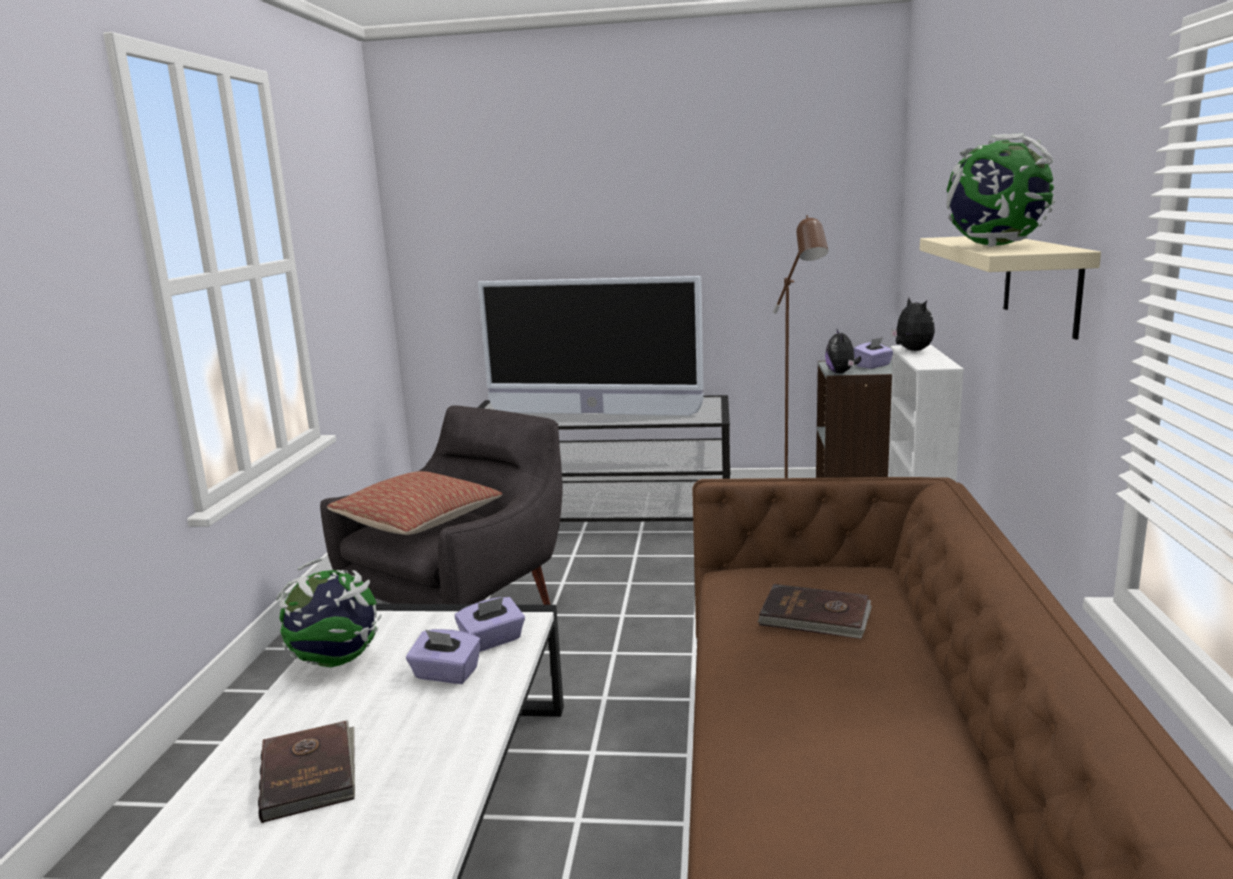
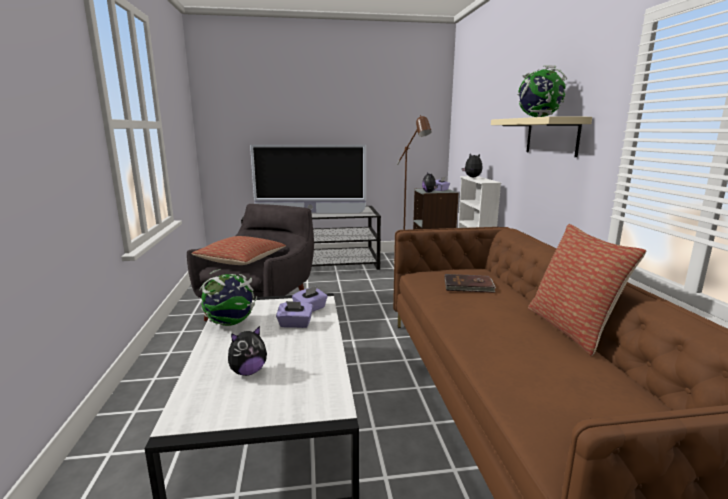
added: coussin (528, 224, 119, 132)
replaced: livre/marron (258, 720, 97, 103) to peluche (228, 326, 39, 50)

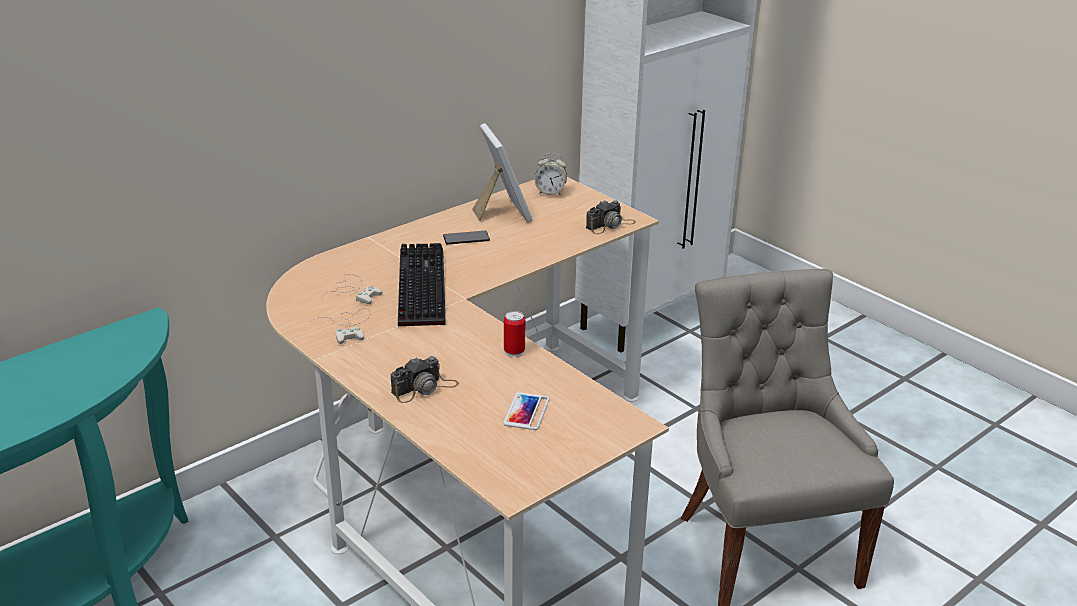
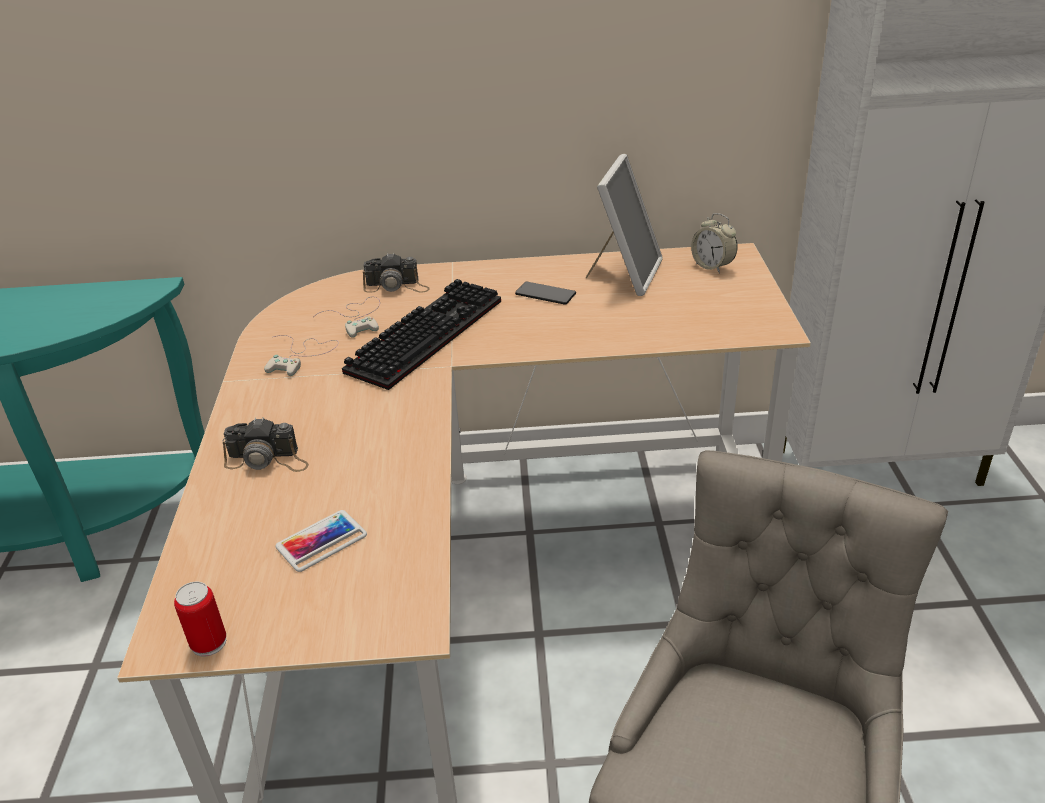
moved: boîte métallique (504, 311, 21, 46) to (174, 581, 52, 76); appareil photo (586, 200, 50, 34) to (363, 253, 67, 40)

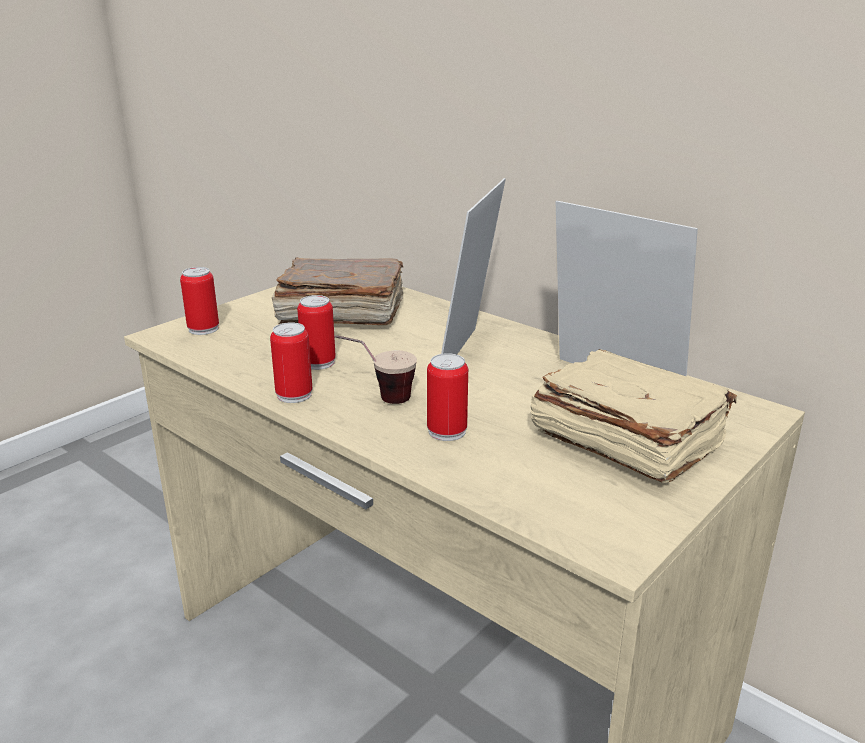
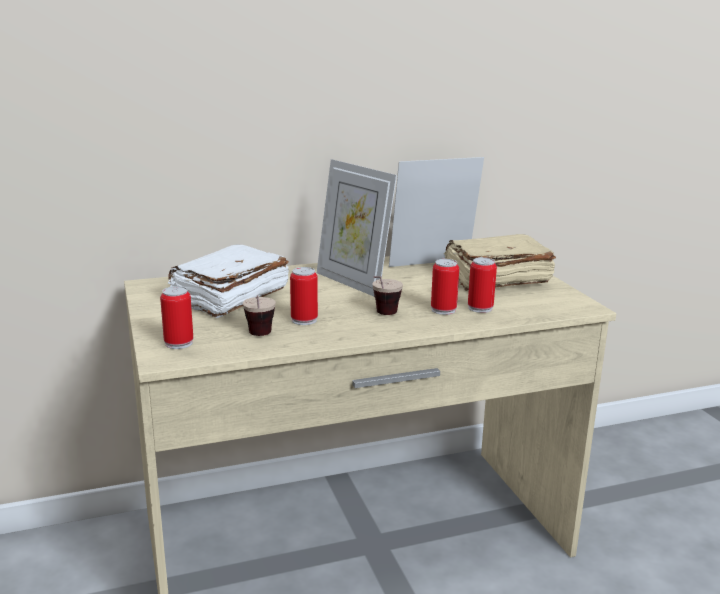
added: tasse (243, 295, 33, 41)
moved: boîte métallique (270, 322, 43, 81) to (468, 257, 29, 56)
recoloured: livre/marron (272, 258, 131, 67) to livre/blanc (167, 245, 122, 73)

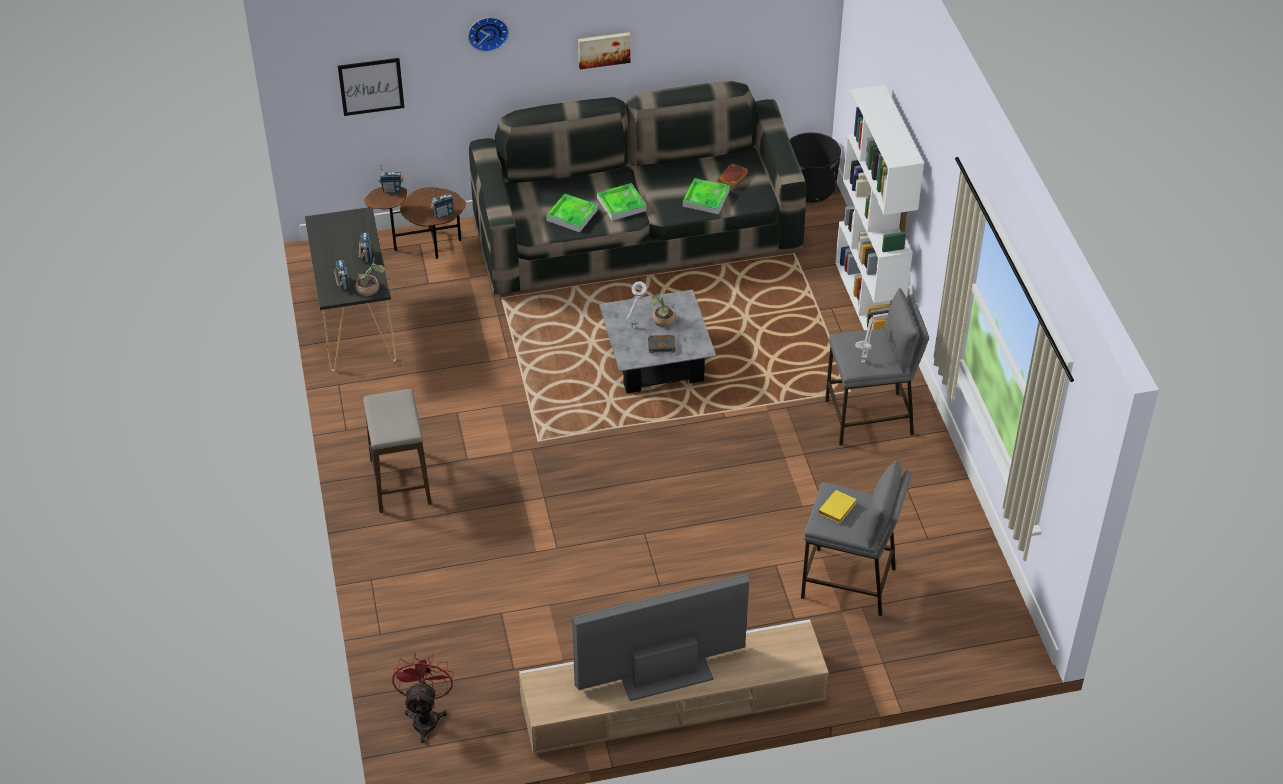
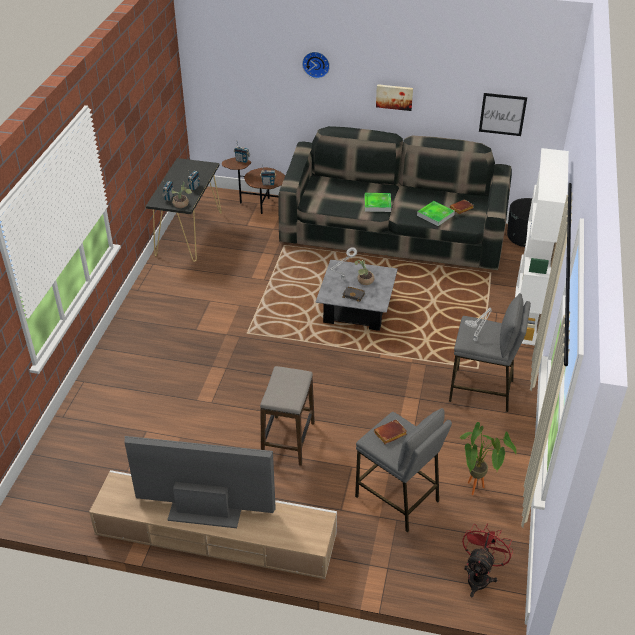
removed: plateau (546, 194, 52, 38)
added: plante en pot (460, 422, 57, 73)
moved: tabouret (363, 389, 69, 124) to (260, 366, 55, 100); ventilateur/rouge (392, 653, 62, 90) to (462, 524, 51, 73); tableau (338, 58, 66, 58) to (479, 93, 48, 43)
recoloured: livre/jaune (818, 490, 39, 33) to livre/marron (374, 420, 33, 24)

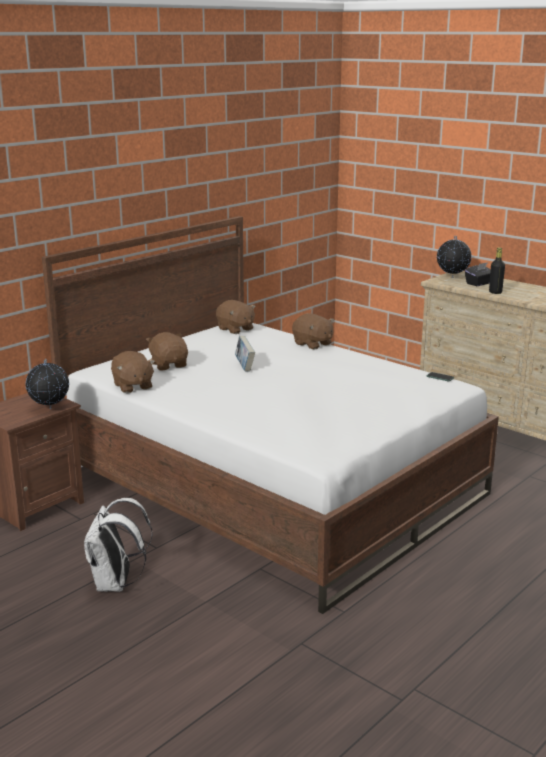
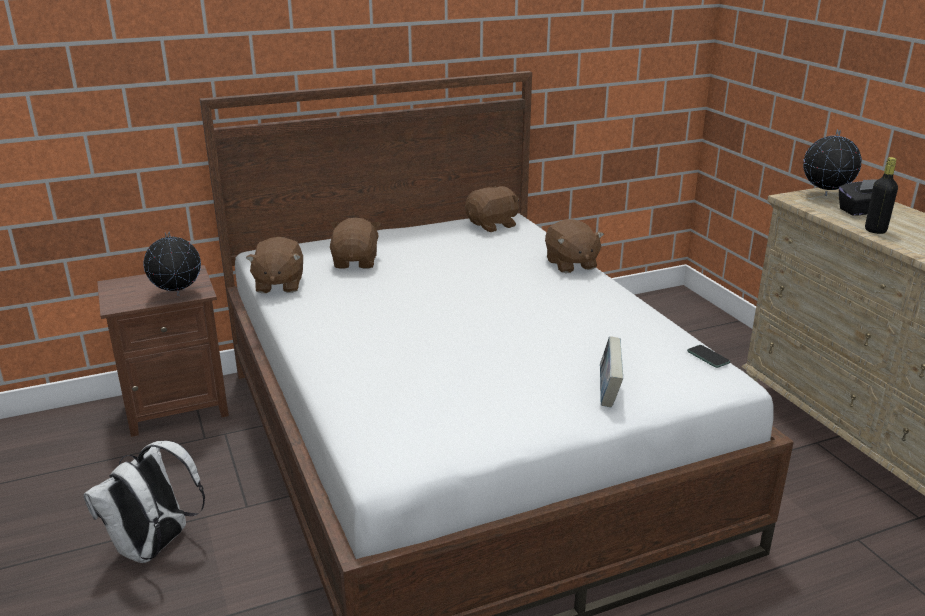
moved: livre (235, 336, 20, 36) to (600, 336, 23, 71)
turned: peluche/marron (216, 300, 39, 34) = (465, 185, 54, 47) 105 degrees counterclockwise

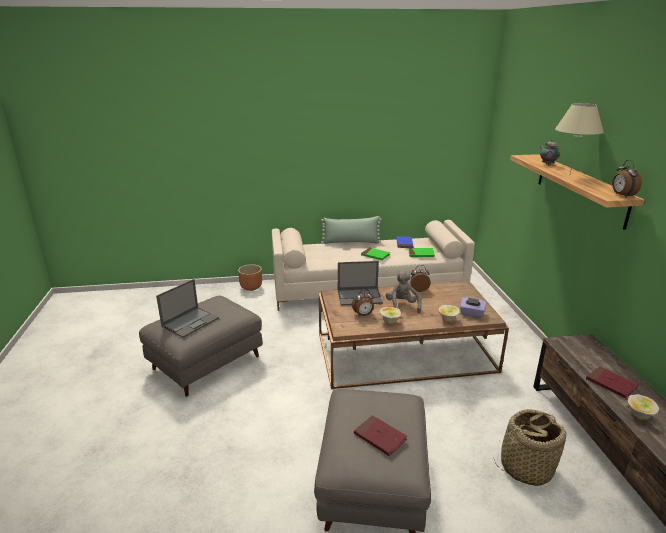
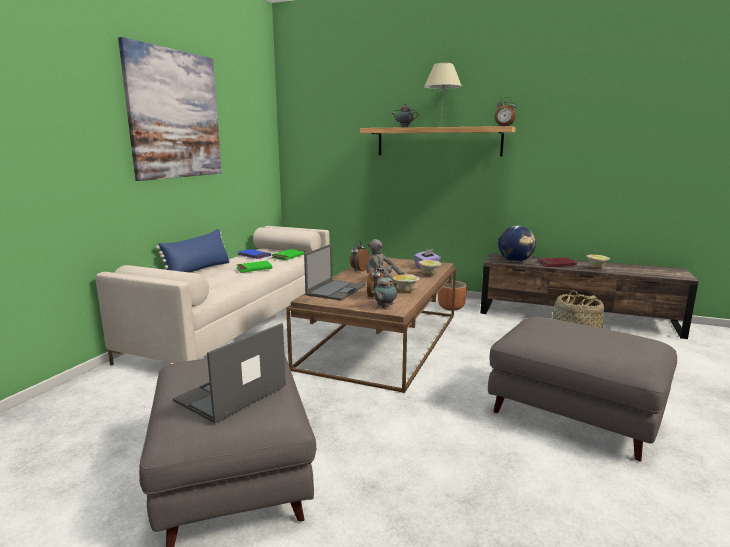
removed: livre/rouge (354, 415, 53, 41)
added: tableau (118, 37, 104, 144); théière (372, 275, 25, 33); globe (498, 226, 38, 36)
moved: cache-pot/marron (238, 264, 24, 27) to (438, 280, 29, 30)
recoloured: coussin/vert (321, 216, 61, 28) to coussin/bleu (156, 229, 74, 44)
turned: ordinateur portable (156, 279, 63, 59) = (173, 323, 113, 100) 120 degrees counterclockwise

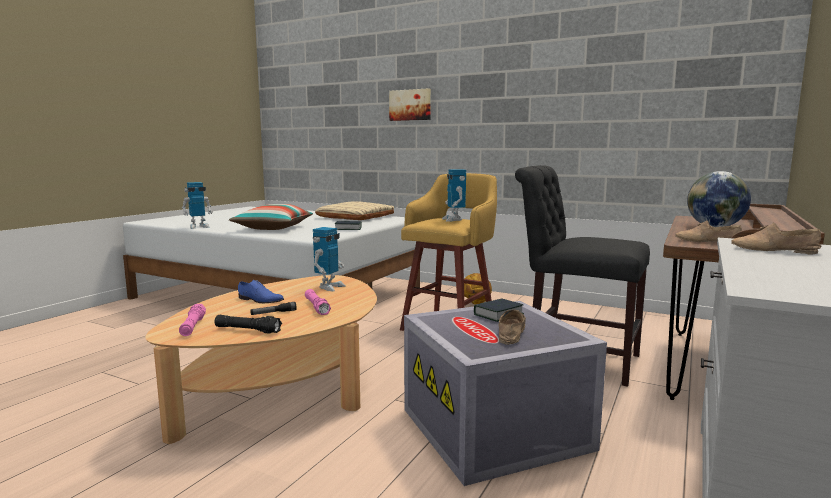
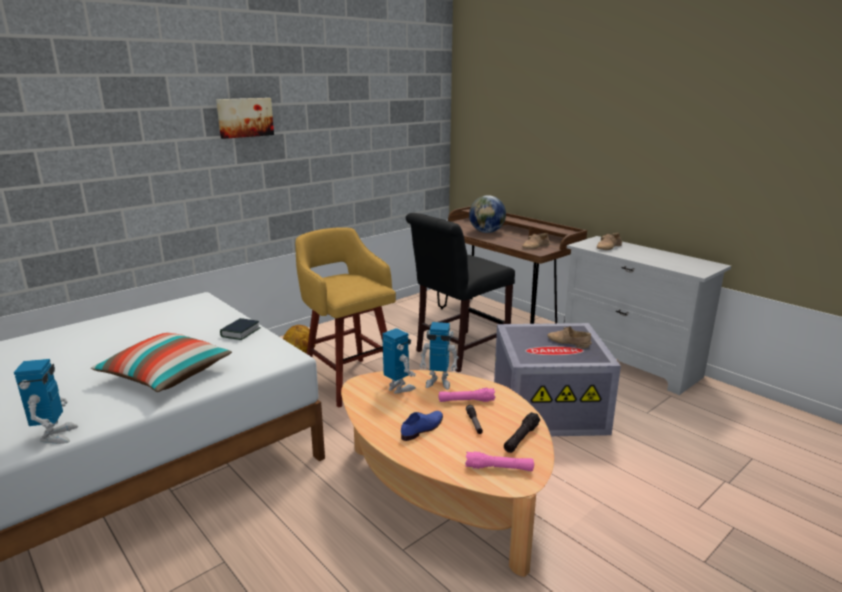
removed: coussin/beige (315, 201, 79, 19); livre (474, 298, 50, 24)
moved: tableau (389, 88, 42, 33) to (216, 98, 58, 41); robot jouet (442, 169, 24, 53) to (420, 322, 39, 68)

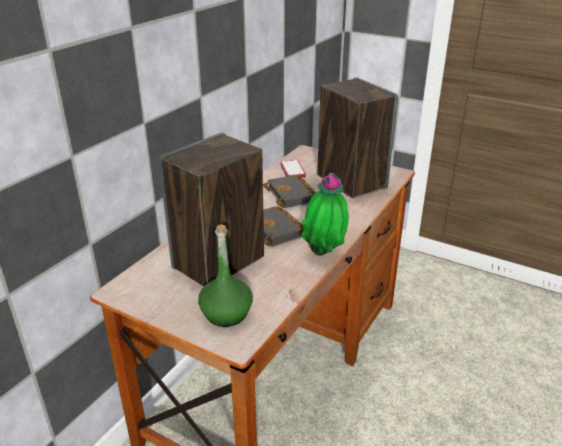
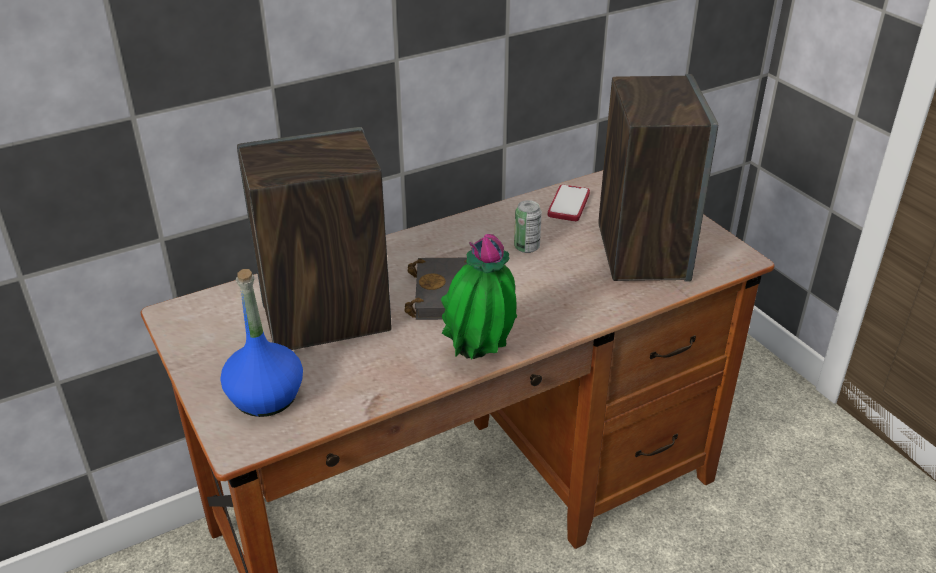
replaced: livre/noir (263, 175, 53, 33) to boîte métallique (514, 200, 28, 53)
recoloured: bouteille/vert (198, 224, 55, 103) to bouteille/bleu (220, 269, 83, 148)

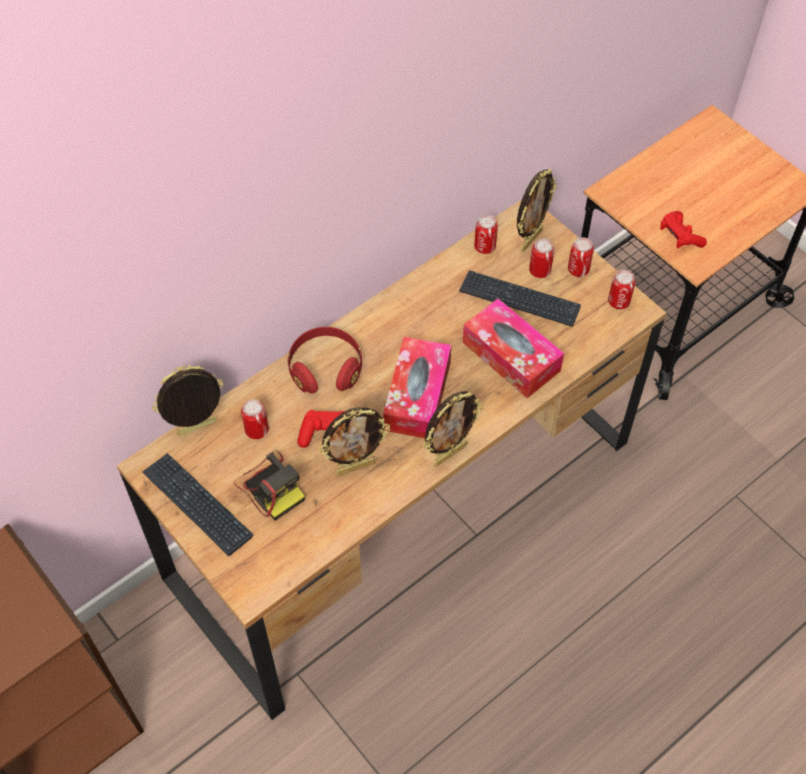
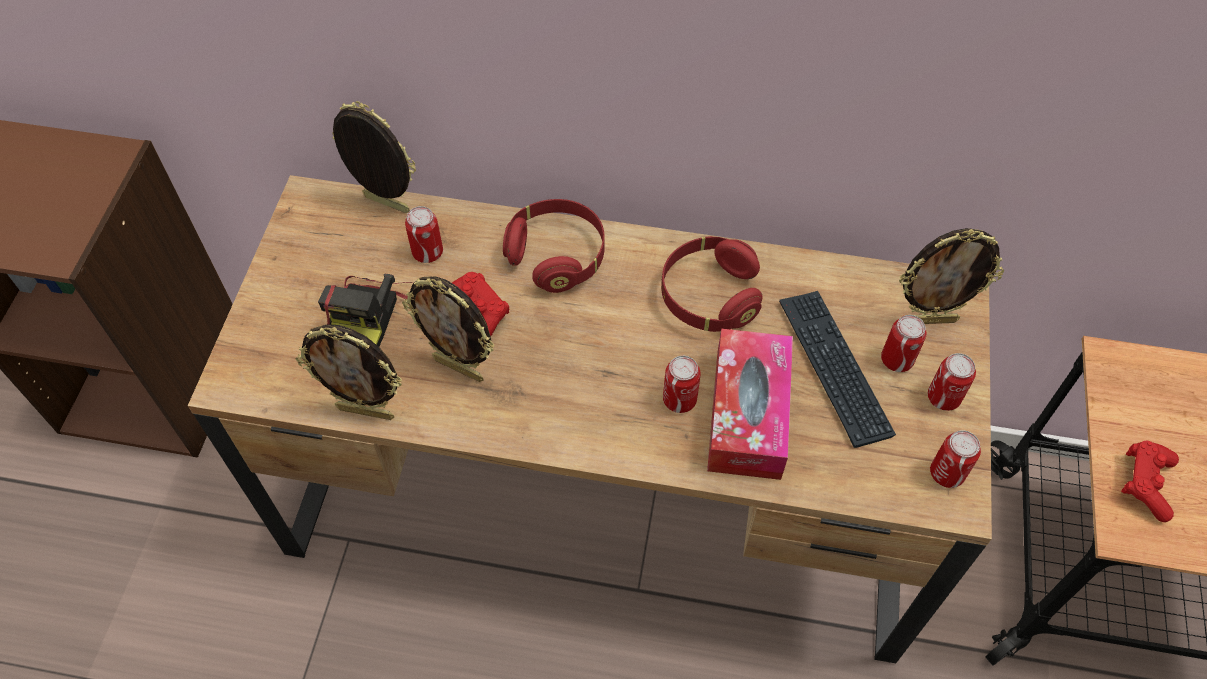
removed: clavier (142, 453, 112, 103); boîte à mouchoirs (383, 337, 68, 101)
added: casque audio/rouge (661, 236, 101, 96)
moved: cadre photo (423, 391, 60, 76) to (296, 324, 106, 96); boîte métallique (474, 215, 24, 39) to (663, 356, 37, 57)

